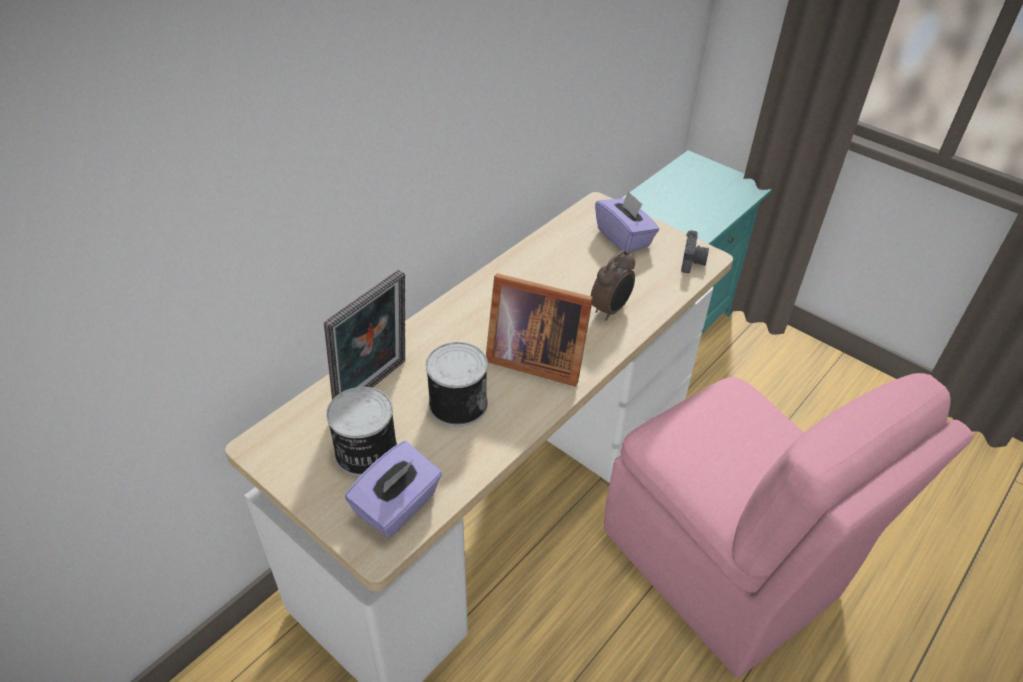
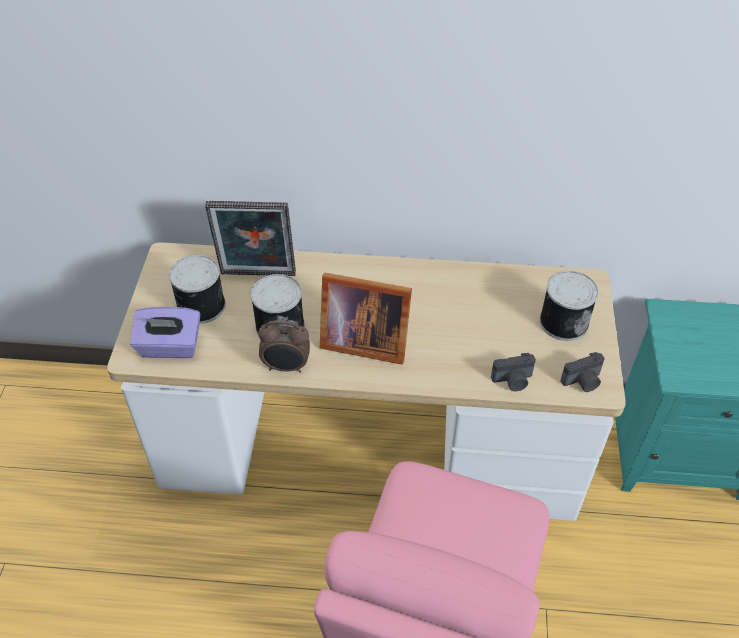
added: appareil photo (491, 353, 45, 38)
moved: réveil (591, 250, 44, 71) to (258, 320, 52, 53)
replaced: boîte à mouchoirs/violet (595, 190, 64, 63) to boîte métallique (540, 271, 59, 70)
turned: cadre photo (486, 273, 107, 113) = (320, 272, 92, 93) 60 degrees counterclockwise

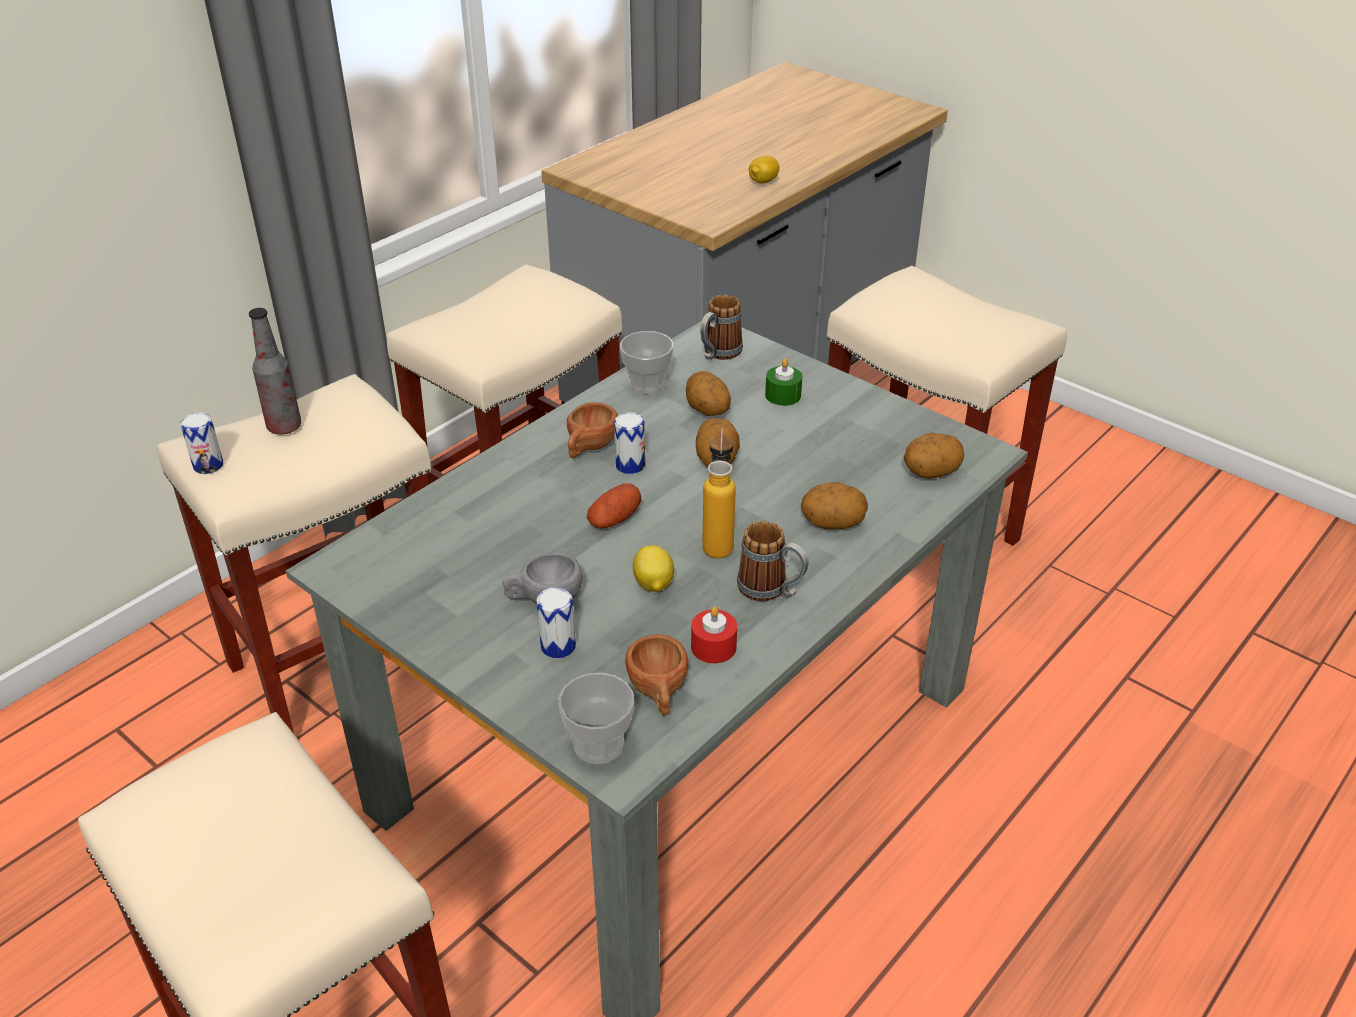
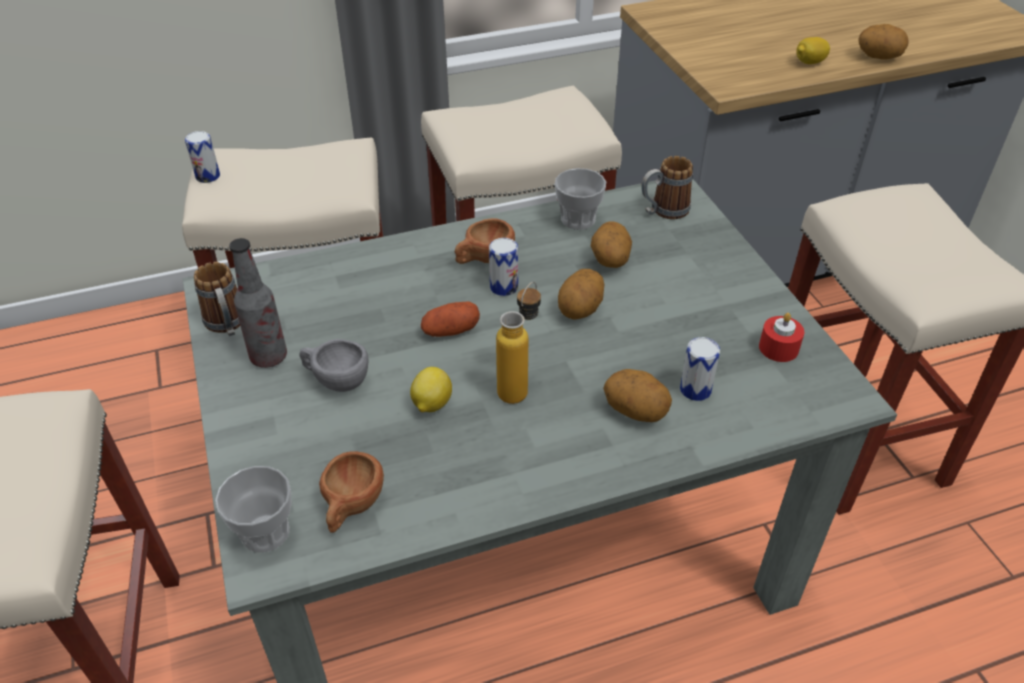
removed: bougie/vert (765, 359, 37, 47)
moved: mug (737, 521, 71, 80) to (194, 262, 46, 74); bouteille (249, 308, 52, 127) to (229, 238, 58, 130); boîte métallique (536, 587, 40, 71) to (680, 337, 40, 64); bougie/rouge (691, 606, 46, 57) to (759, 313, 45, 49); pomme de terre (904, 433, 60, 46) to (858, 24, 51, 36)

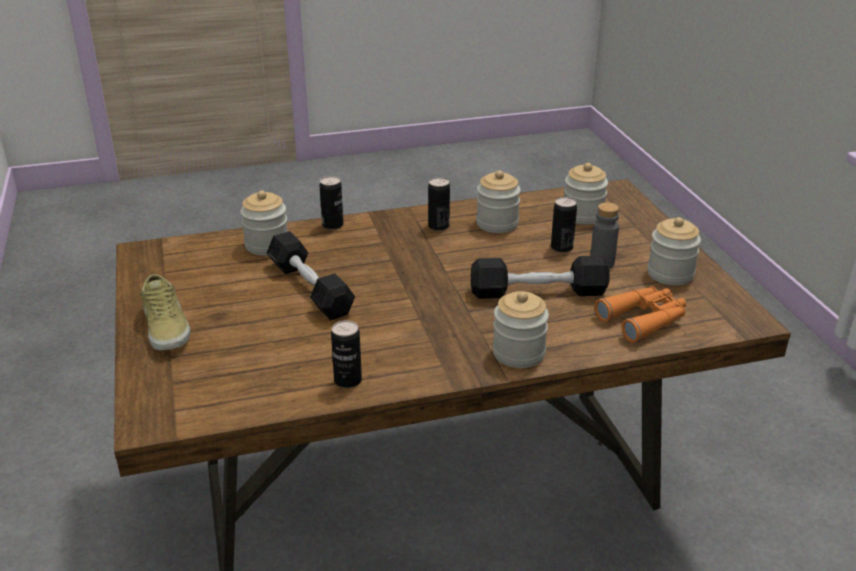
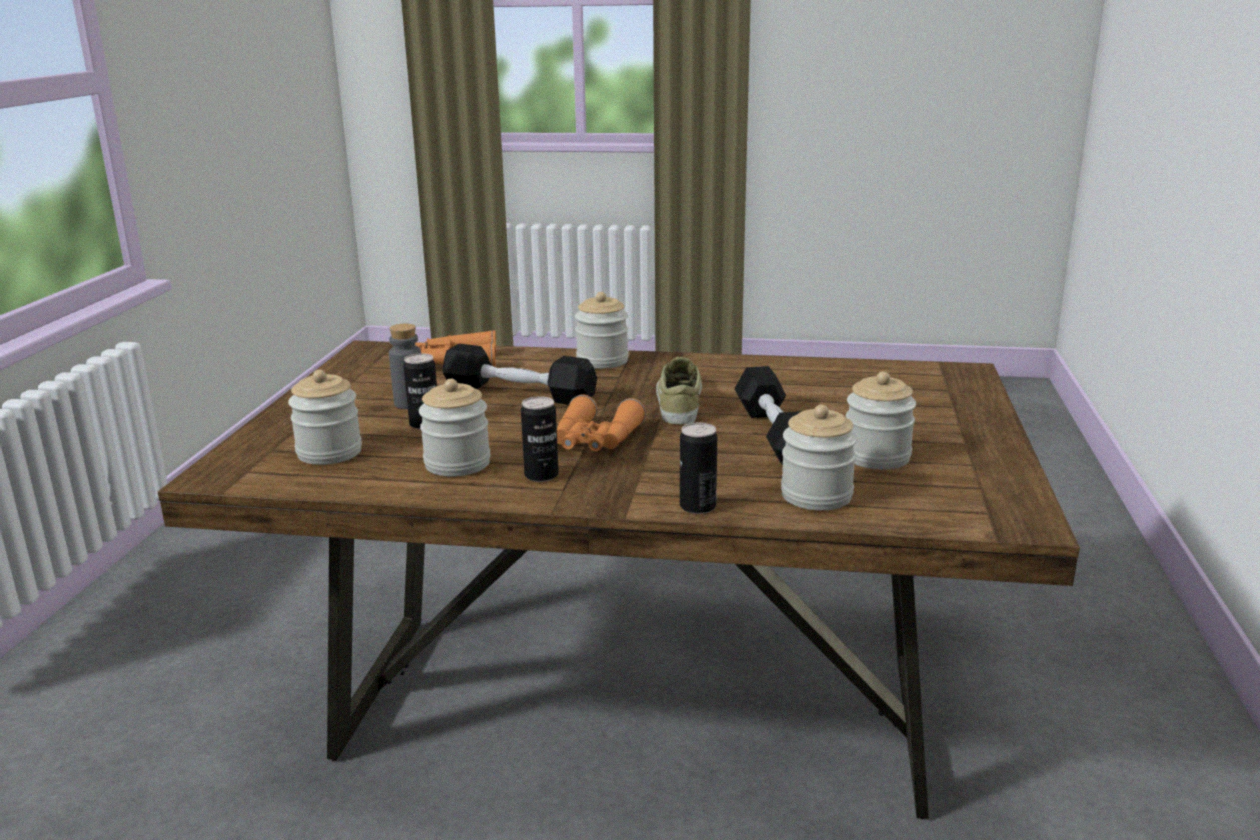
removed: boîte métallique (331, 320, 31, 68)
added: jumelles/orange (557, 395, 89, 57)
moved: chaussure/beige (140, 275, 50, 75) to (656, 357, 46, 67); bocal (647, 217, 54, 68) to (846, 372, 70, 98)

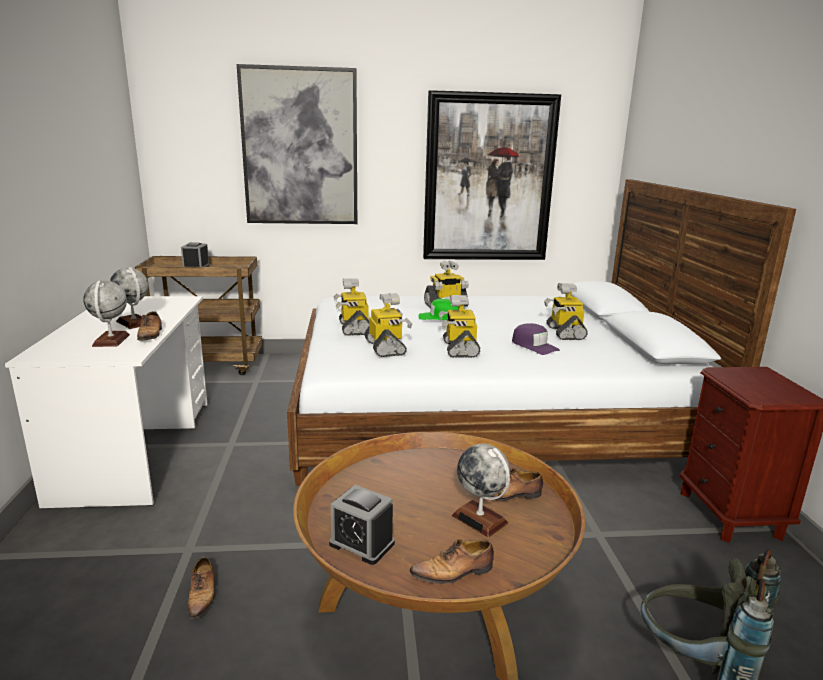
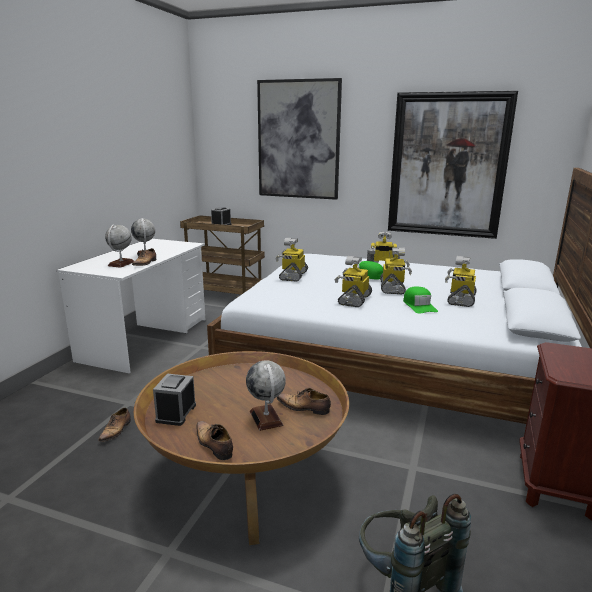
moved: robot jouet (364, 293, 48, 64) to (380, 247, 32, 47)
recoloured: casquette/violet (512, 323, 48, 32) to casquette/vert (403, 286, 35, 27)
turned: réveil (329, 485, 66, 80) = (153, 374, 43, 52) 45 degrees clockwise; chaussure (409, 539, 85, 45) = (196, 421, 37, 39) 45 degrees clockwise

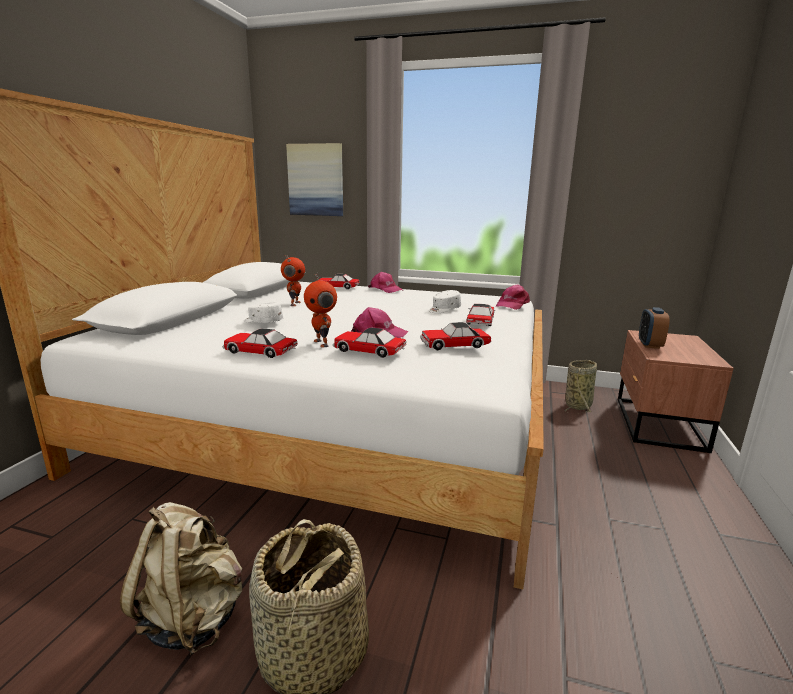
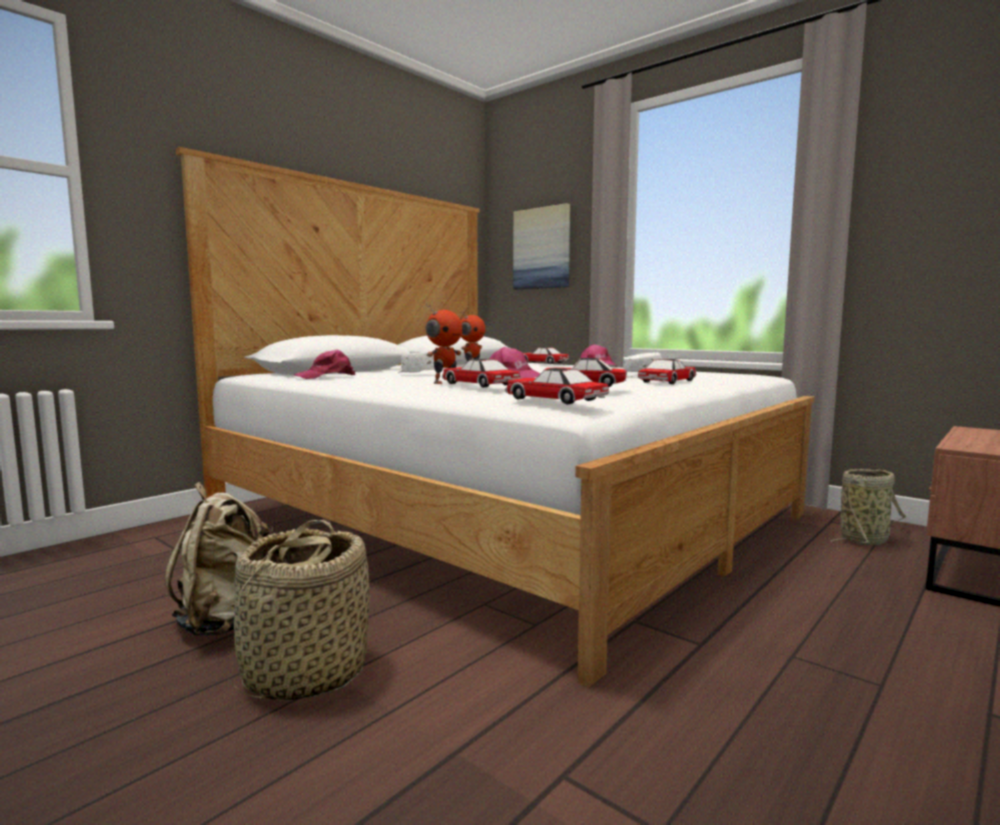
removed: réveil (639, 307, 31, 42)
moved: casquette/rose (496, 284, 34, 26) to (294, 350, 61, 29); petite voiture (223, 328, 75, 30) to (505, 368, 104, 37)
turned: robot jouet (304, 273, 33, 75) = (426, 305, 37, 79) 135 degrees counterclockwise

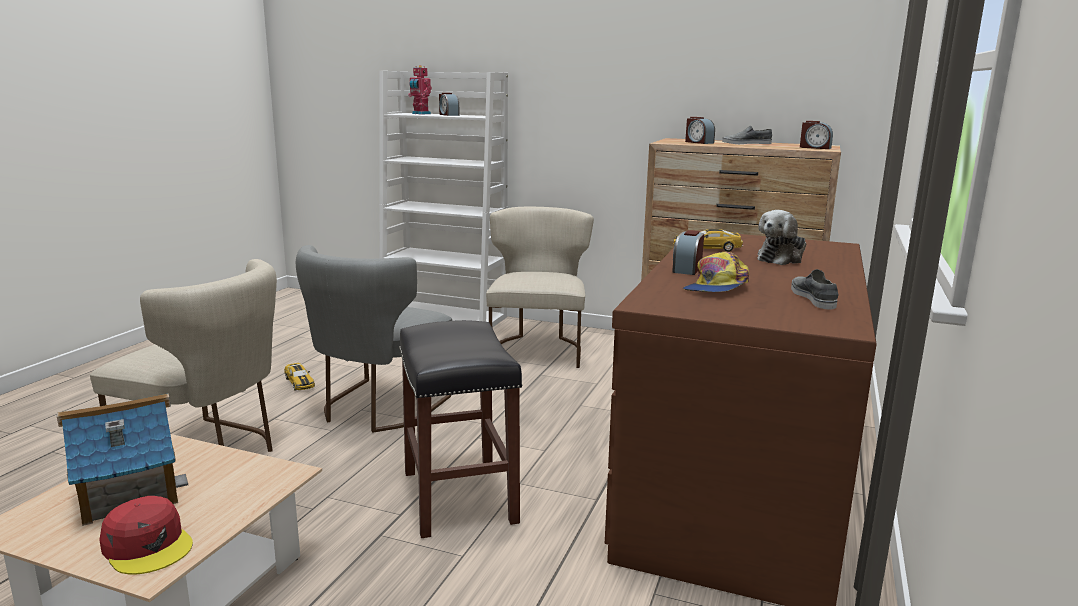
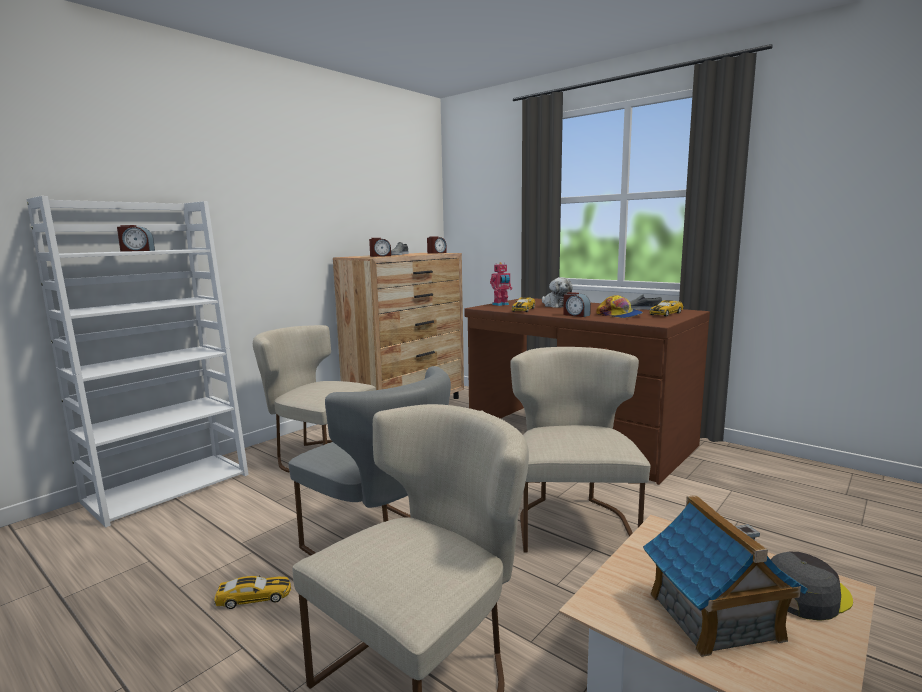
added: petite voiture (649, 300, 34, 17)
moved: robot jouet (408, 65, 24, 50) to (490, 262, 22, 44)
replaced: tabouret/noir (399, 320, 123, 218) to chaise/beige (510, 347, 141, 206)
recoloured: casquette/rouge (99, 496, 94, 79) to casquette/gris (771, 552, 82, 69)

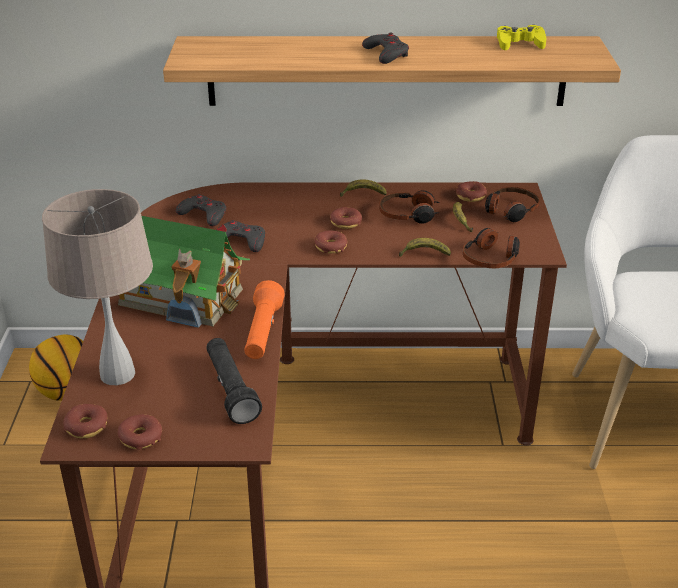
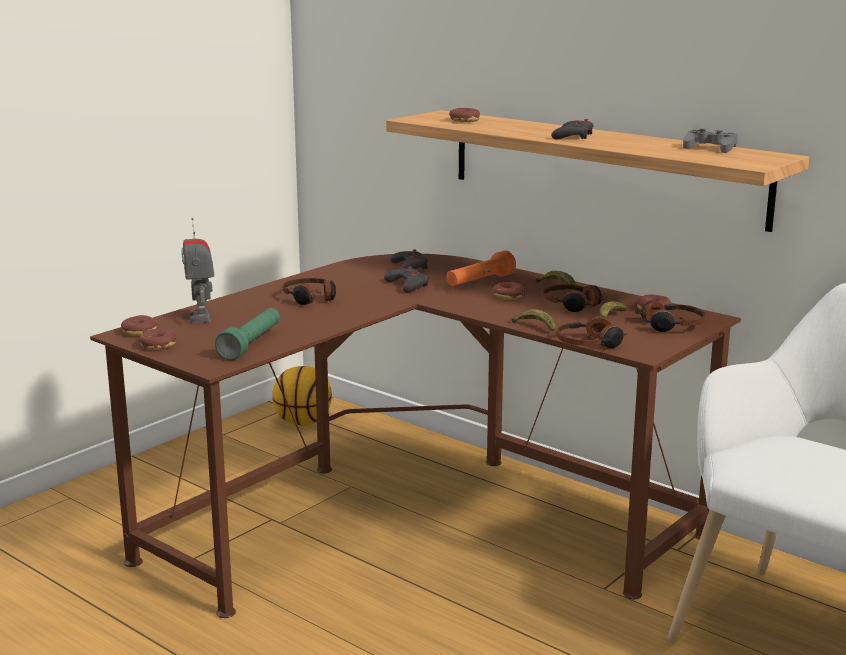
moved: lampe de poche/orange (244, 280, 41, 79) to (446, 250, 70, 36); beignet (315, 230, 32, 23) to (449, 108, 31, 14)
replaced: lampe de table/beige (42, 189, 111, 196) to robot jouet (181, 218, 34, 105); maison miniature (118, 216, 132, 112) to casque audio (282, 278, 54, 27)
recoloured: lampe de poche/noir (206, 338, 56, 86) to lampe de poche/vert (215, 308, 65, 52); manette/jaune (497, 25, 50, 25) to manette/gris (683, 128, 55, 25)

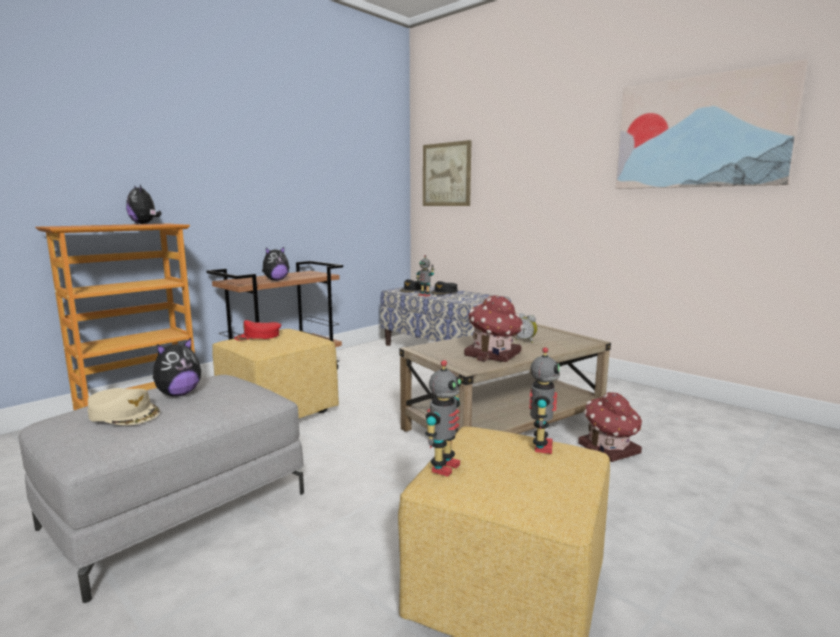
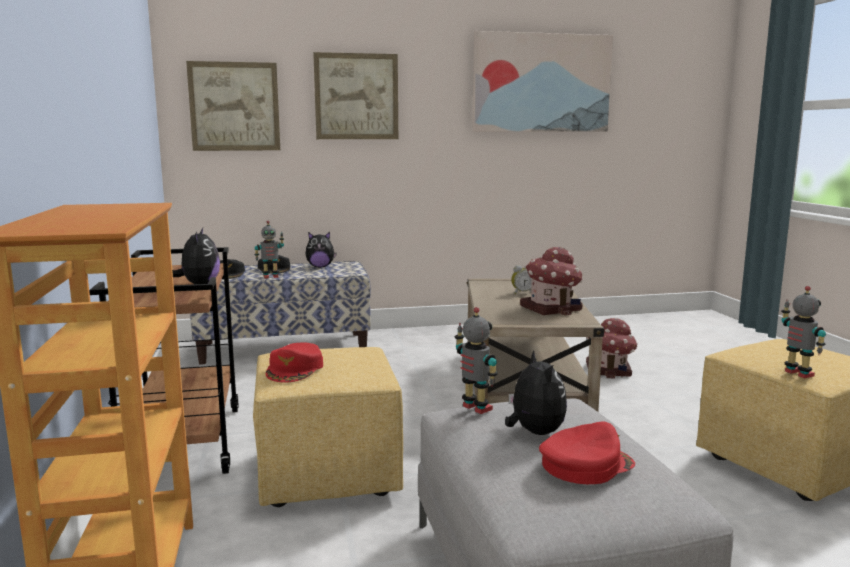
added: tableau (313, 52, 85, 87)
moved: peluche (126, 185, 35, 39) to (306, 232, 31, 36); robot jouet (529, 347, 31, 107) to (455, 307, 43, 107)
recoloured: casquette/beige (87, 388, 73, 37) to casquette/rouge (539, 421, 96, 63)

